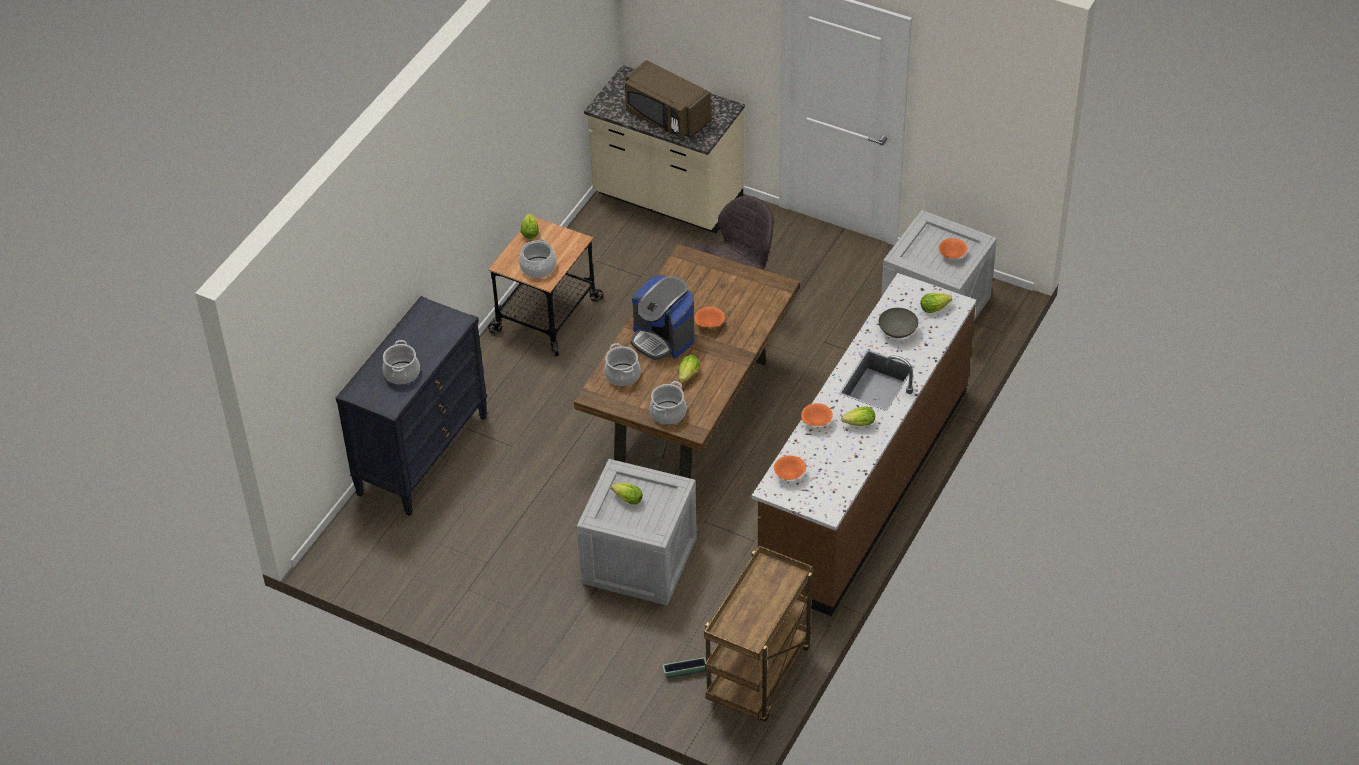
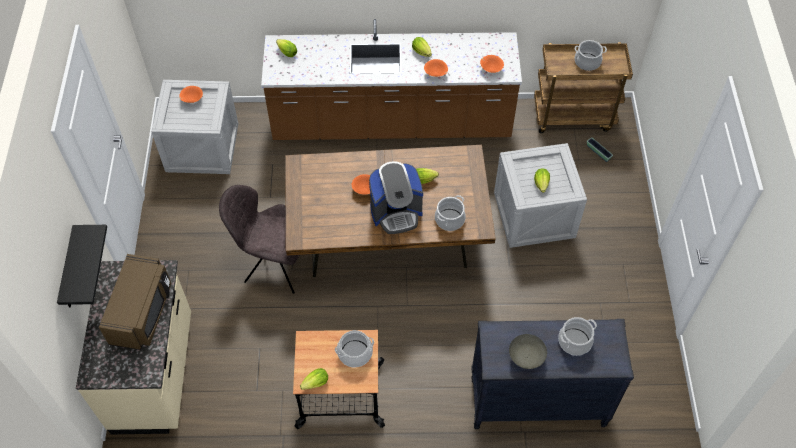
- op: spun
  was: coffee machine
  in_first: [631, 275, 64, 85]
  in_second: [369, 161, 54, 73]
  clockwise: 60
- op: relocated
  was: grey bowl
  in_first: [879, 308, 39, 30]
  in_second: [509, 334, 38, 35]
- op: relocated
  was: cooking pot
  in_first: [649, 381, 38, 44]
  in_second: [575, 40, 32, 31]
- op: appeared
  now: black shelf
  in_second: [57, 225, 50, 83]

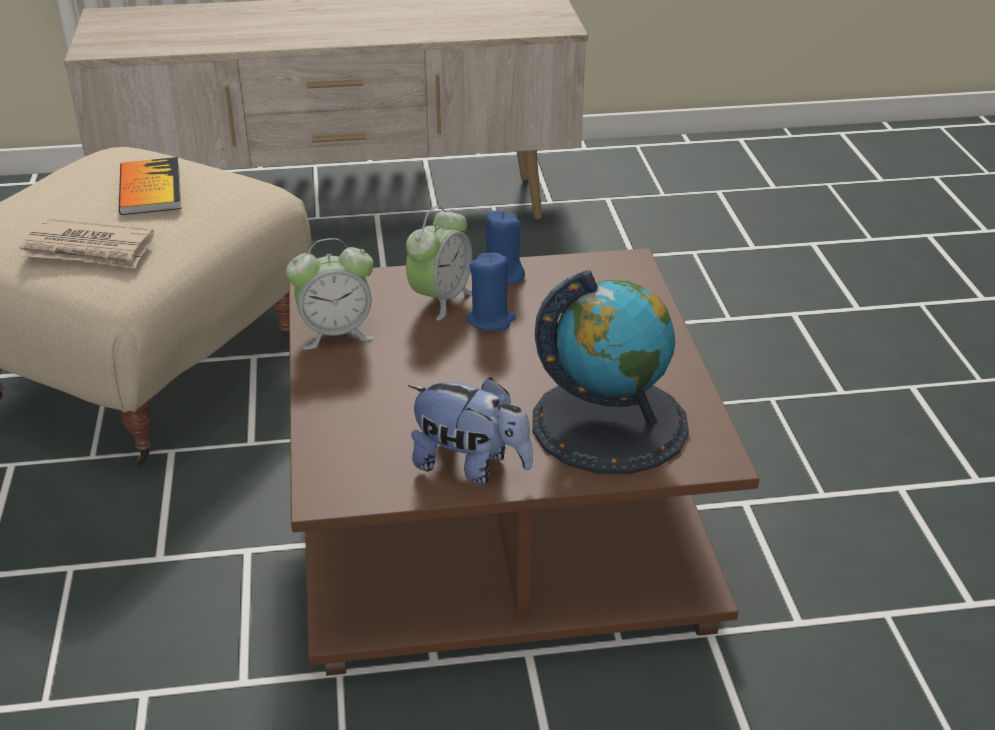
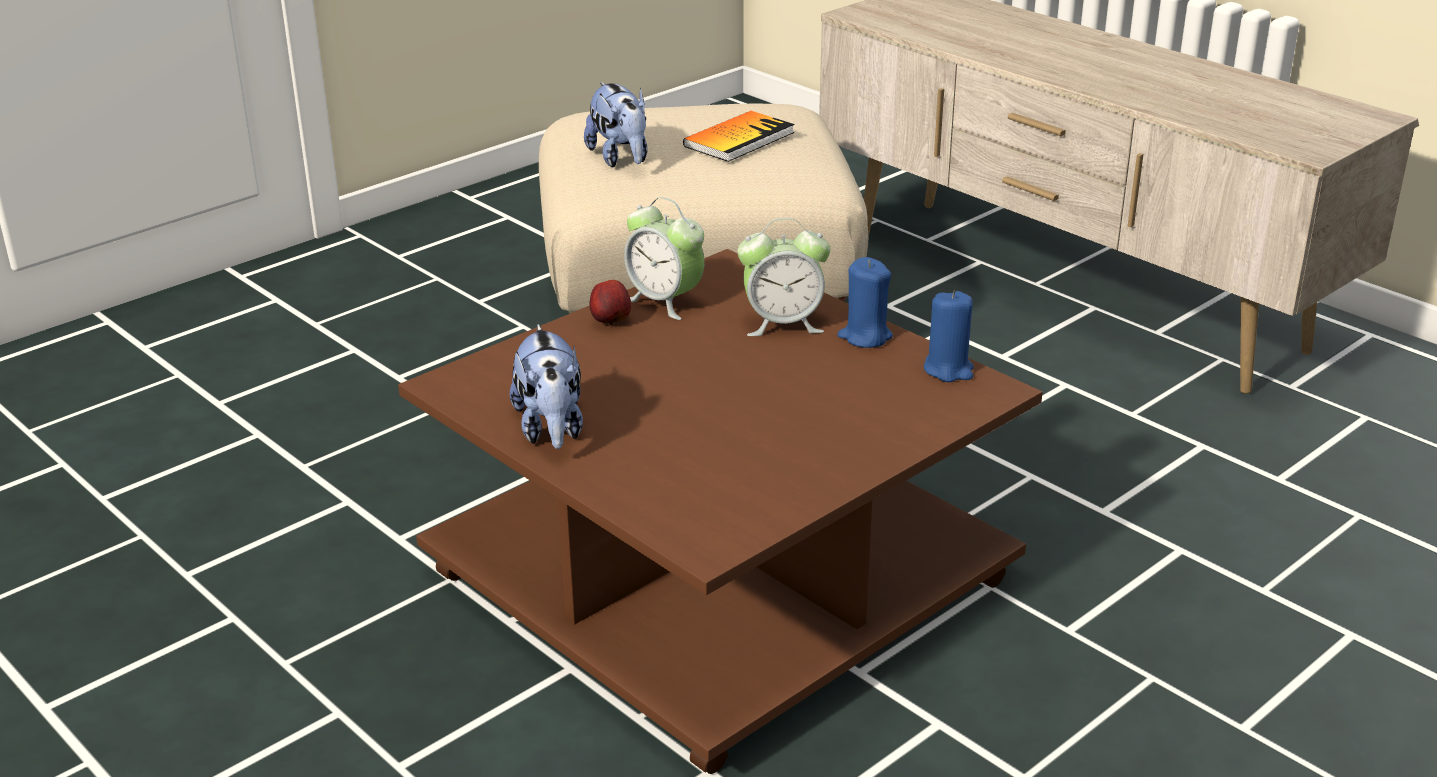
- op: exchanged
  was: newspaper
  now: plush toy
  in_first: [19, 219, 135, 50]
  in_second: [584, 82, 63, 85]
- op: relocated
  was: blue candle
  in_first: [466, 253, 50, 78]
  in_second: [924, 290, 50, 92]
- op: missing
  was: globe
  in_first: [533, 270, 156, 204]
- op: appeared
  now: apple
  in_second: [590, 280, 41, 46]

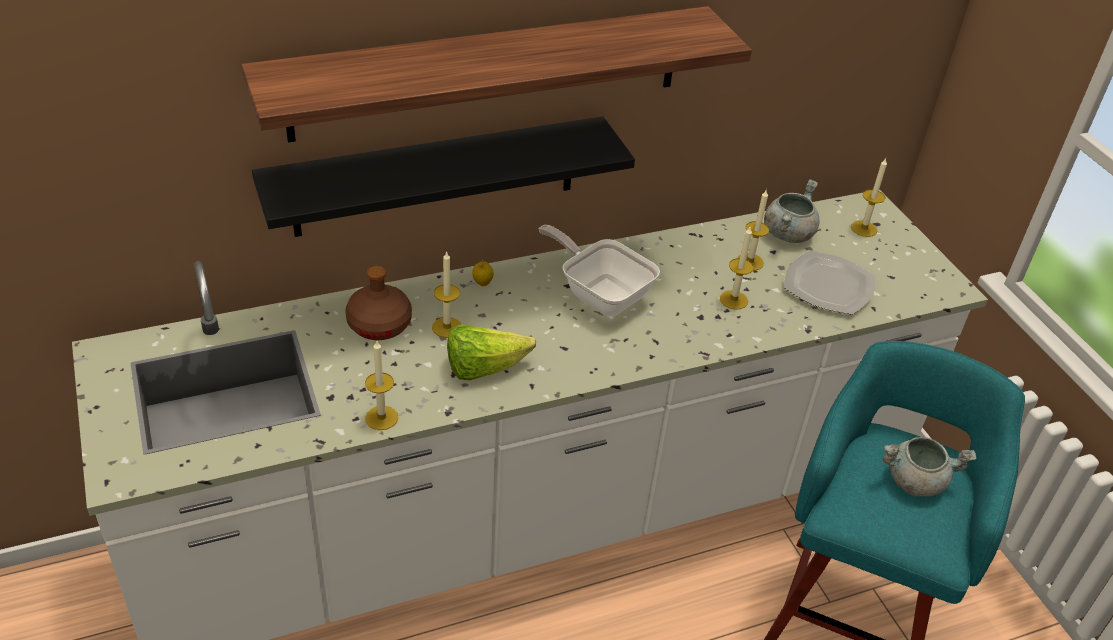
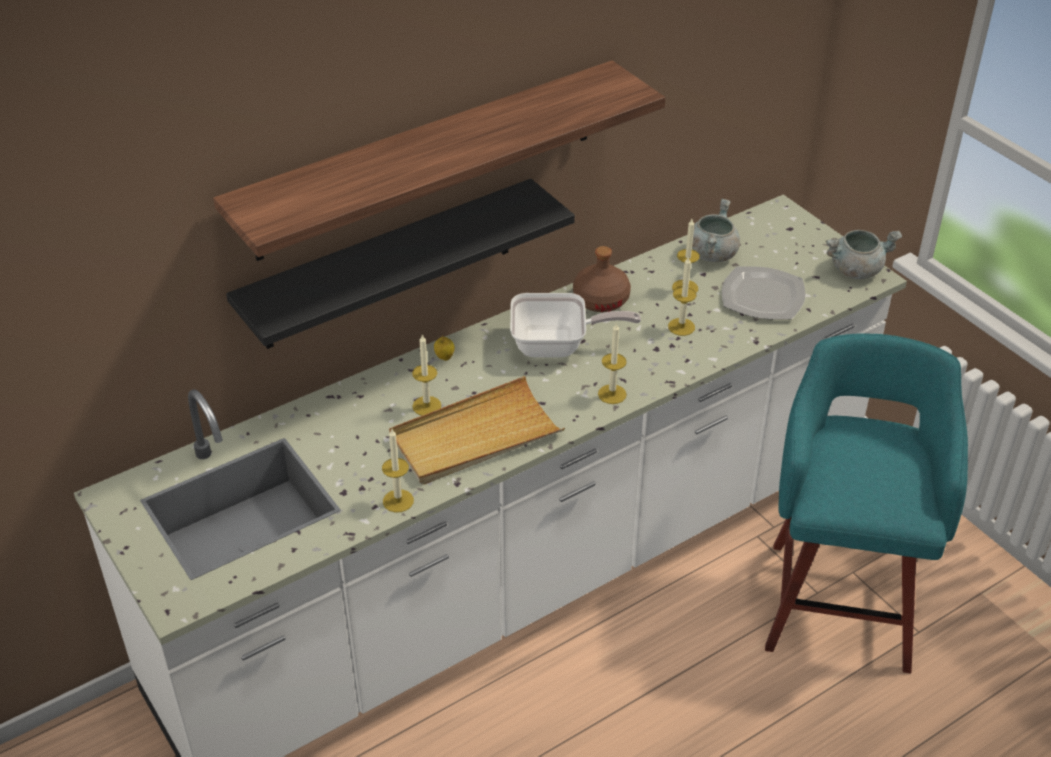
- op: relocated
  was: candle
  in_first: [851, 158, 36, 79]
  in_second: [598, 322, 29, 82]
- op: spun
  was: frying pan
  in_first: [539, 225, 121, 91]
  in_second: [510, 293, 131, 64]
  clockwise: 150
- op: relocated
  was: brown bottle
  in_first: [345, 266, 67, 74]
  in_second: [573, 246, 58, 66]
- op: exchanged
  was: lettuce
  now: beige tray
  in_first: [447, 324, 89, 56]
  in_second: [389, 376, 176, 109]
- op: relocated
  was: grey cooking pot
  in_first: [882, 437, 94, 60]
  in_second: [826, 230, 76, 49]

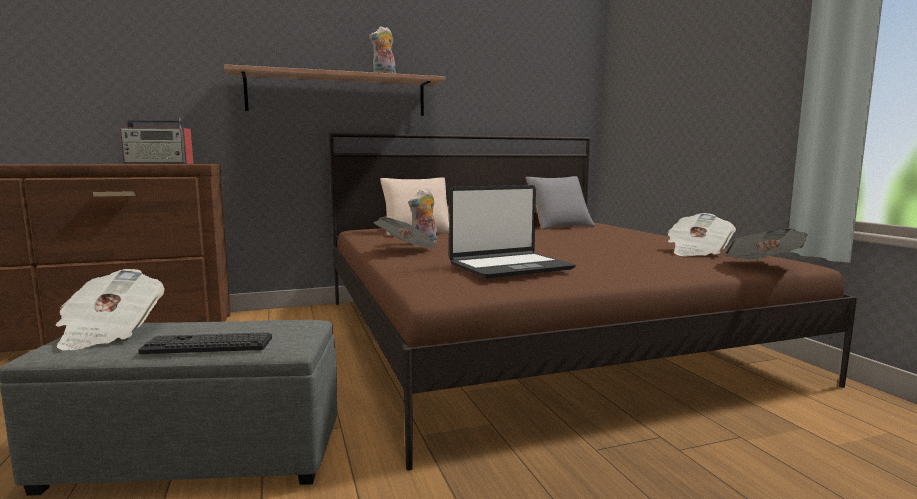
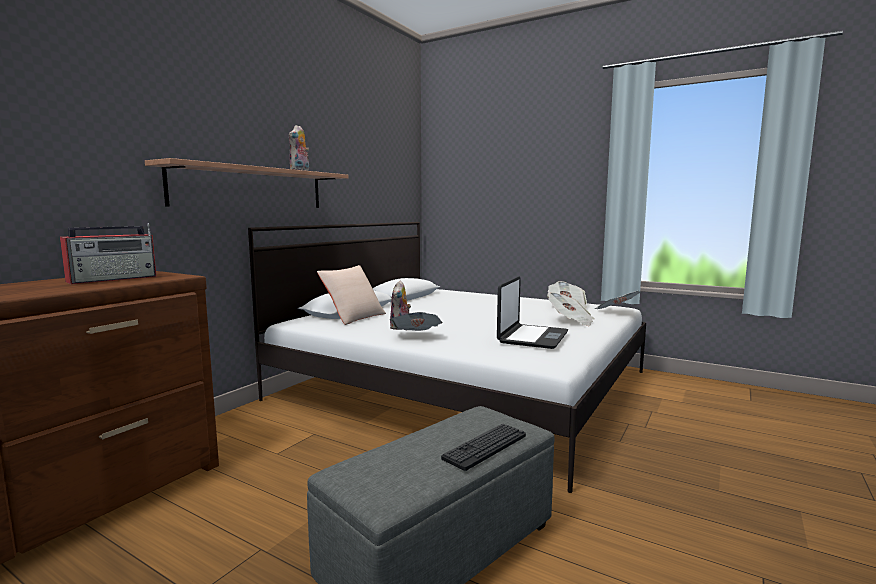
- op: colour
  was: brown bed
  now: white bed
  in_first: [329, 133, 528, 338]
  in_second: [248, 222, 398, 271]
- op: missing
  was: grey pillow
  in_first: [526, 176, 69, 54]
- op: relocated
  was: newspaper
  in_first: [56, 269, 108, 81]
  in_second: [548, 292, 47, 34]

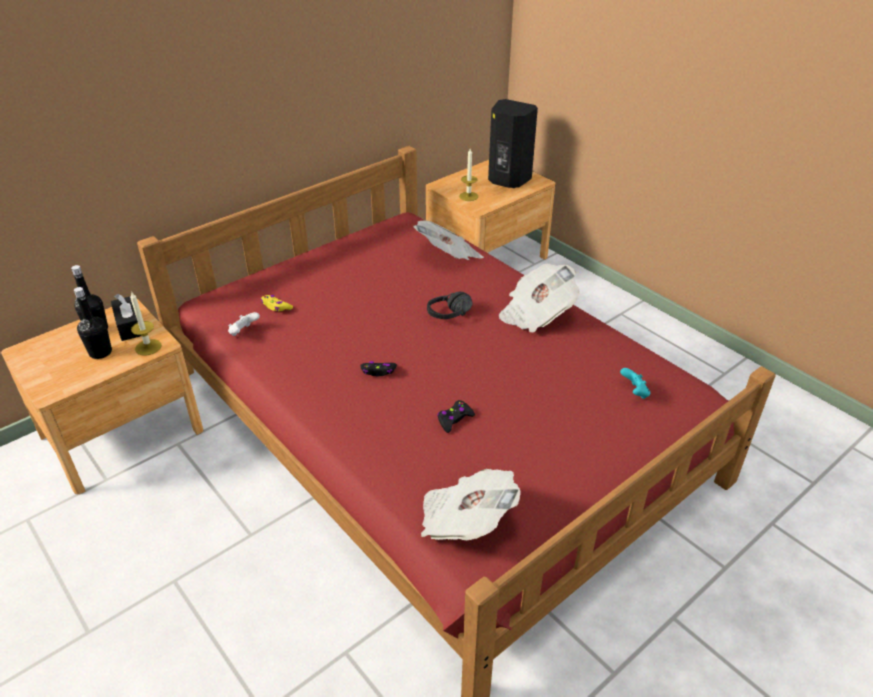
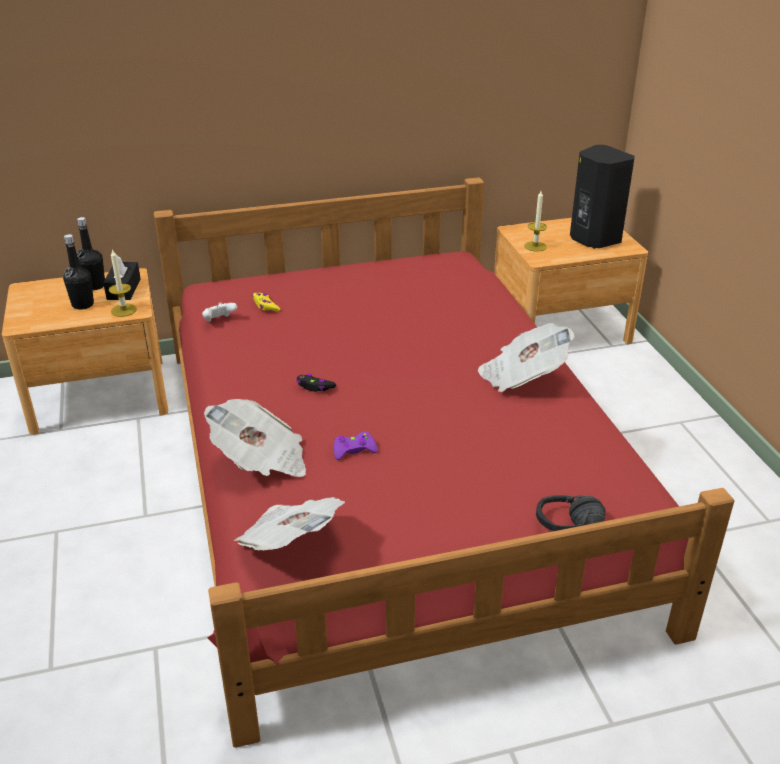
- op: relocated
  was: newspaper
  in_first: [413, 220, 71, 40]
  in_second: [204, 399, 102, 78]
- op: relocated
  was: black headphones
  in_first: [427, 292, 46, 27]
  in_second: [536, 495, 69, 36]
- op: missing
  was: turquoise game controller
  in_first: [620, 368, 30, 31]
- op: colour
  was: black game controller
  now: purple game controller
  in_first: [437, 400, 38, 33]
  in_second: [334, 432, 44, 28]

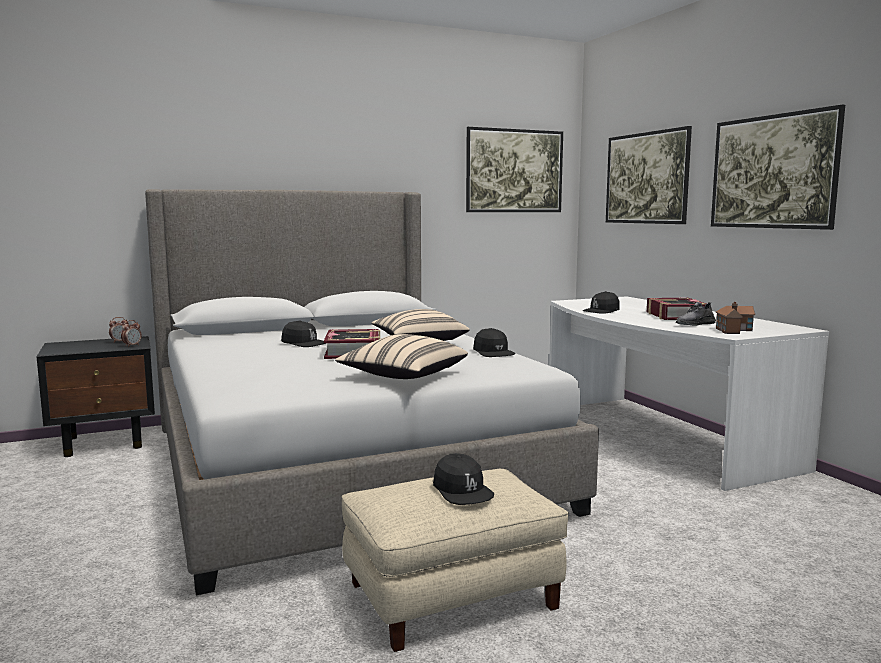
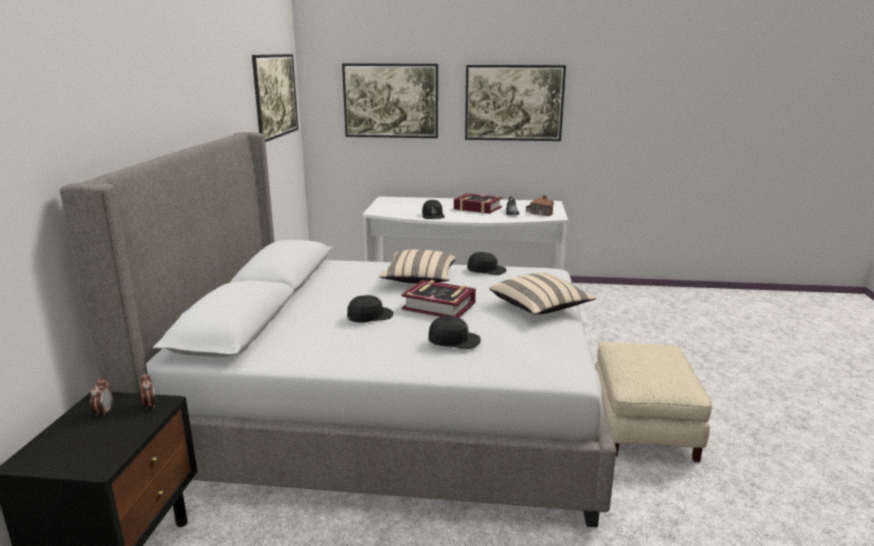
- op: relocated
  was: black cap
  in_first: [433, 453, 61, 52]
  in_second: [428, 316, 53, 33]

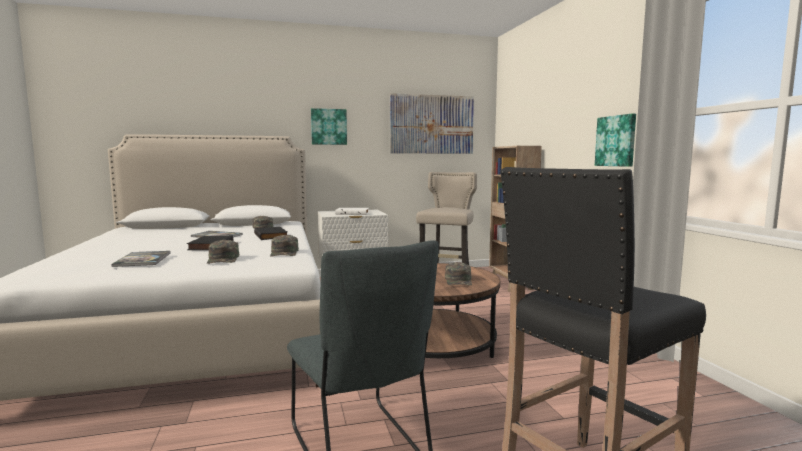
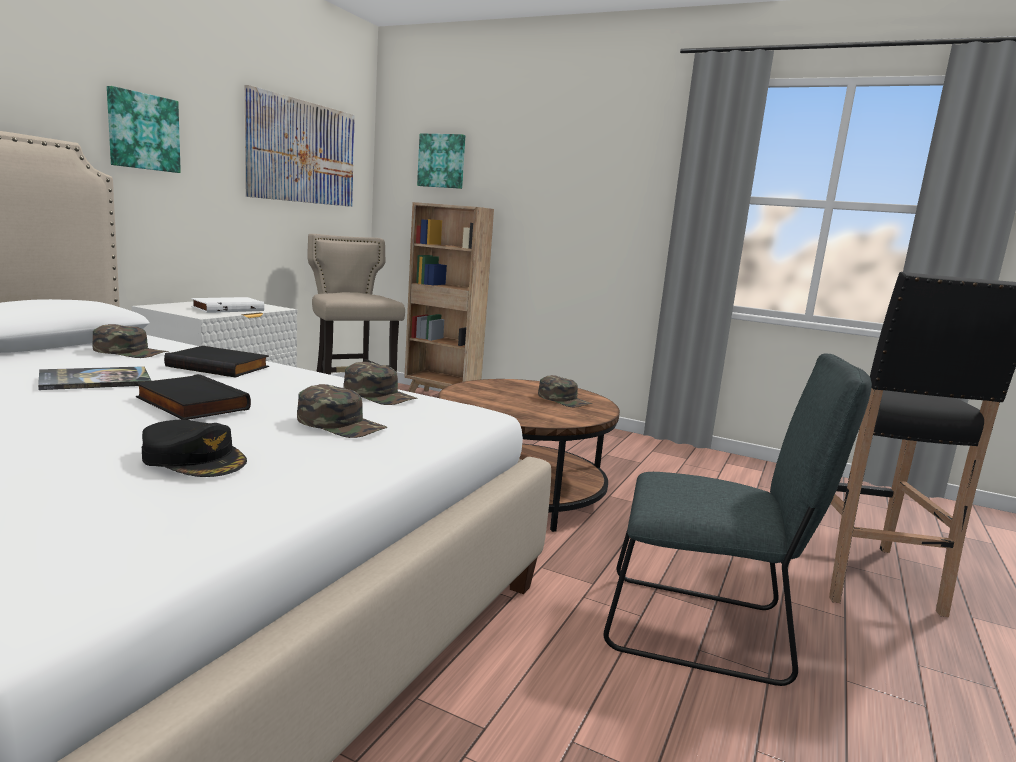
- op: relocated
  was: picture
  in_first: [595, 114, 41, 53]
  in_second: [417, 133, 48, 56]
- op: exchanged
  was: book
  now: black cap
  in_first: [111, 251, 60, 16]
  in_second: [142, 420, 105, 57]

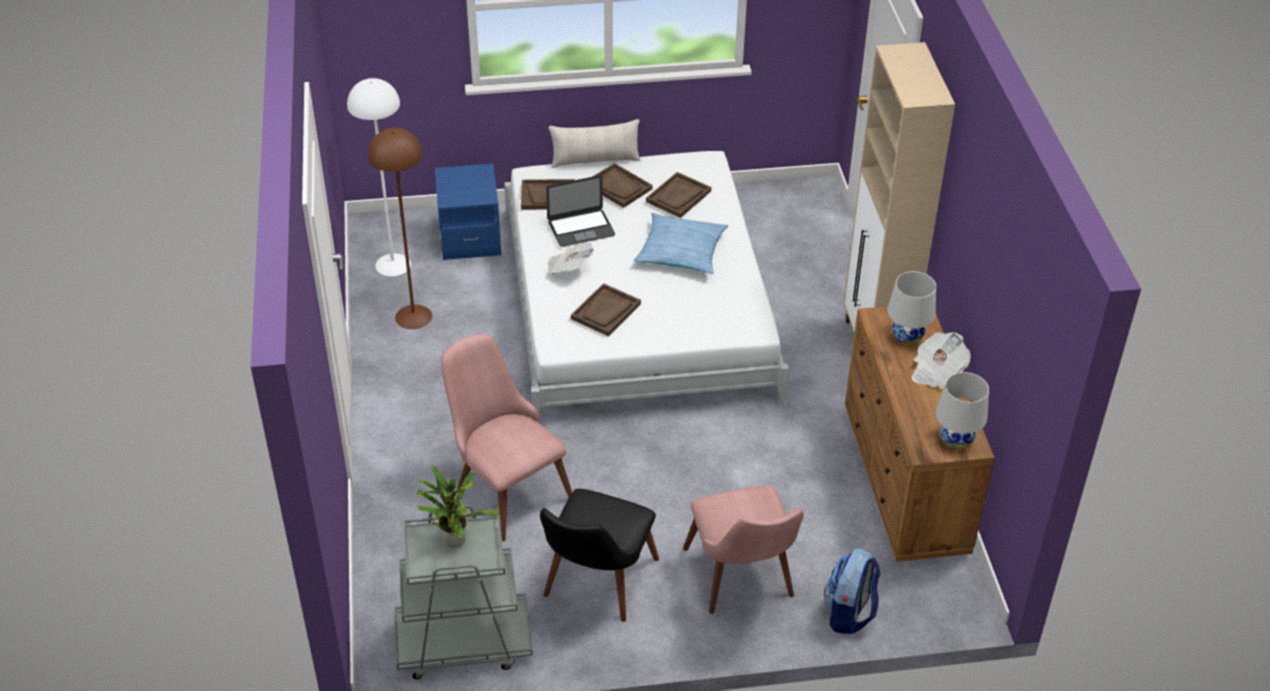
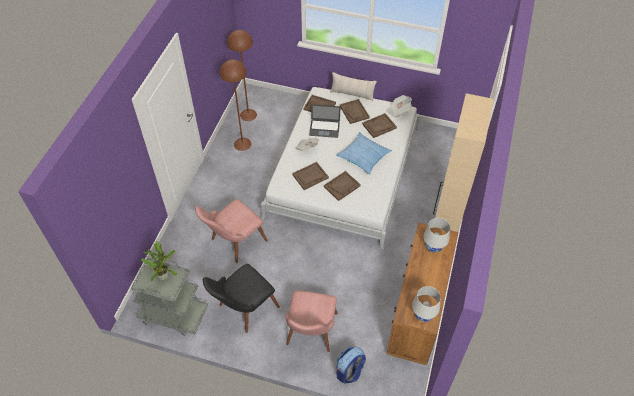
- op: colour
  was: white floor lamp
  now: brown floor lamp
  in_first: [347, 78, 64, 198]
  in_second: [227, 30, 30, 91]
- op: missing
  was: blue nightstand
  in_first: [435, 164, 66, 96]
- op: relocated
  was: newspaper
  in_first: [911, 332, 60, 57]
  in_second: [386, 95, 26, 23]
- op: spun
  was: pink chair
  in_first: [441, 334, 131, 207]
  in_second: [195, 199, 73, 64]
  clockwise: -120
- op: appeared
  now: brown tray
  in_second: [324, 171, 37, 30]

